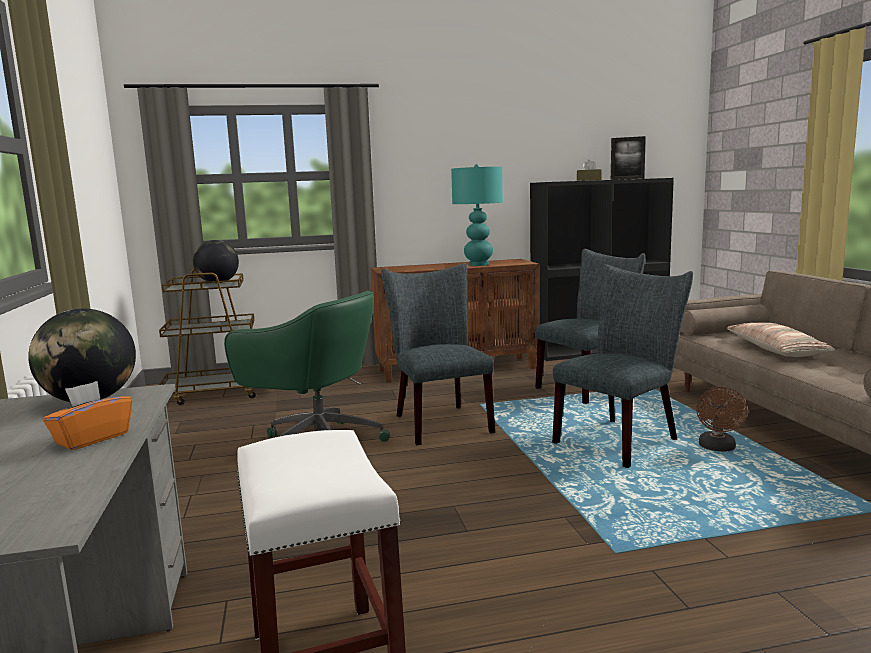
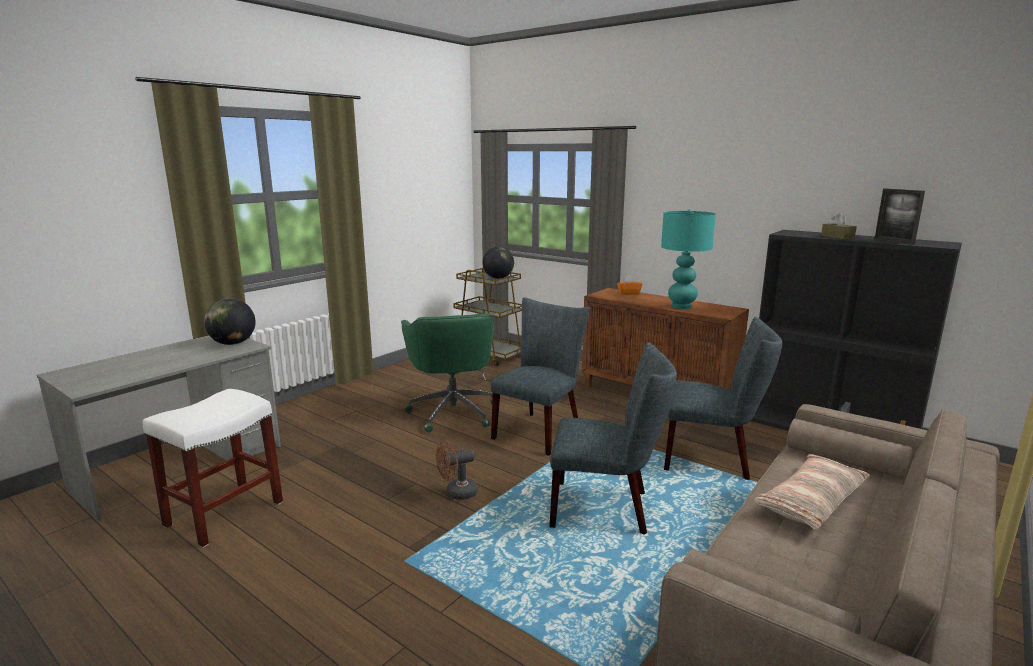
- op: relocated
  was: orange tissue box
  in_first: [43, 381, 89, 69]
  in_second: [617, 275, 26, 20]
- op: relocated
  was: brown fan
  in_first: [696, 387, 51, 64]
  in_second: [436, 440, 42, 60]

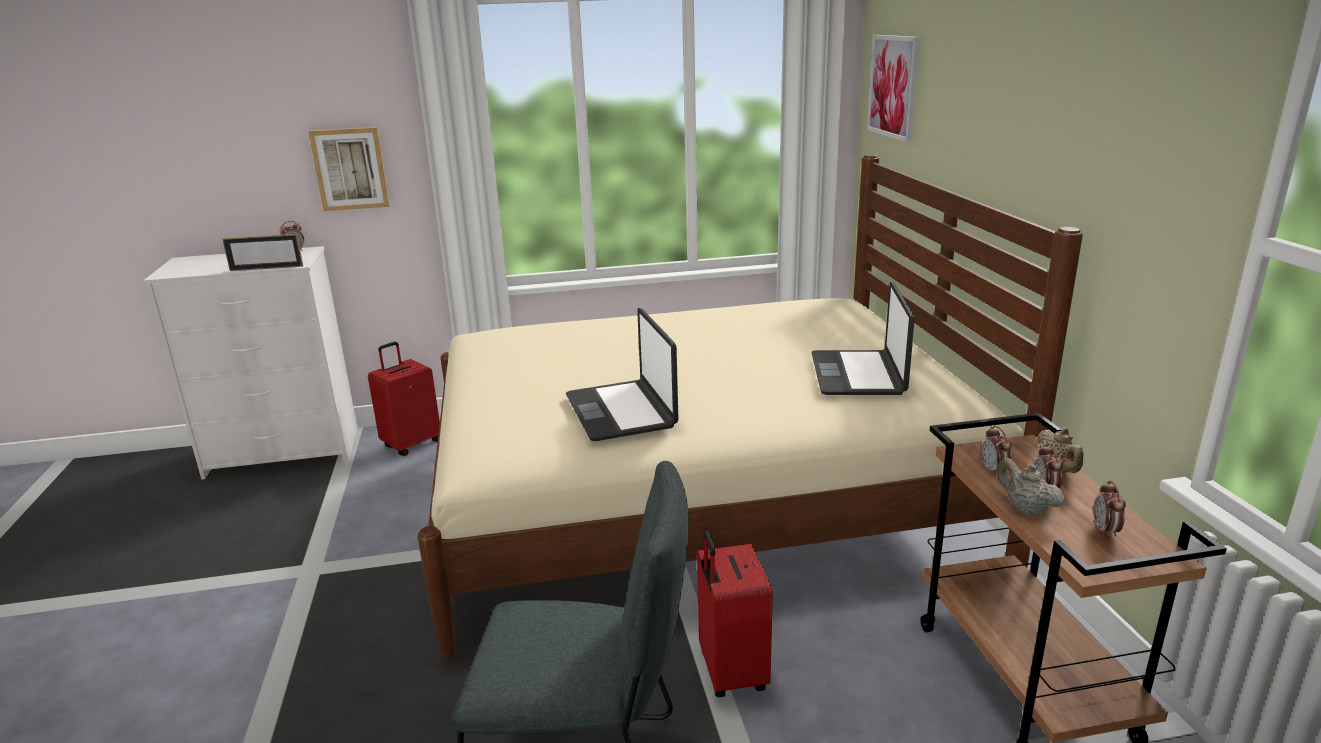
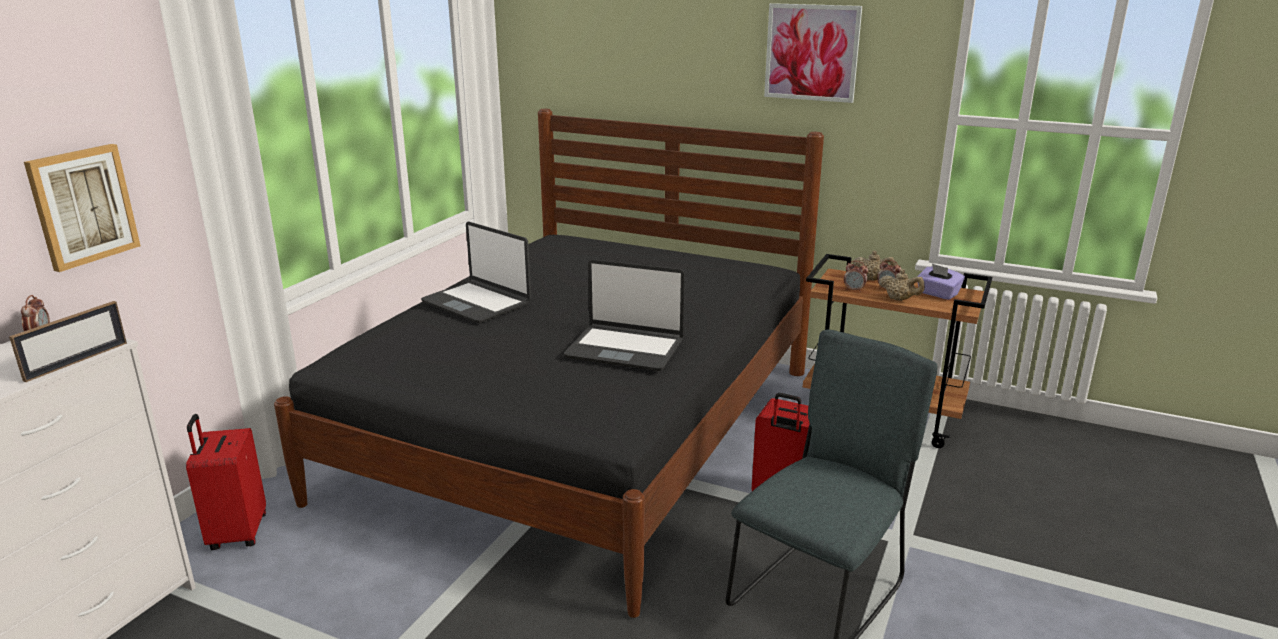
- op: relocated
  was: picture
  in_first: [867, 35, 53, 107]
  in_second: [764, 3, 98, 100]
- op: colour
  was: beige bed
  now: black bed
  in_first: [417, 154, 666, 506]
  in_second: [274, 109, 550, 509]
- op: relocated
  was: laptop
  in_first: [811, 282, 104, 113]
  in_second: [421, 221, 110, 102]
- op: spun
  was: beige teapot
  in_first: [997, 458, 68, 57]
  in_second: [879, 269, 46, 32]
  clockwise: -150
- op: exchanged
  was: alarm clock
  now: purple tissue box
  in_first: [1094, 481, 32, 56]
  in_second: [917, 264, 48, 36]

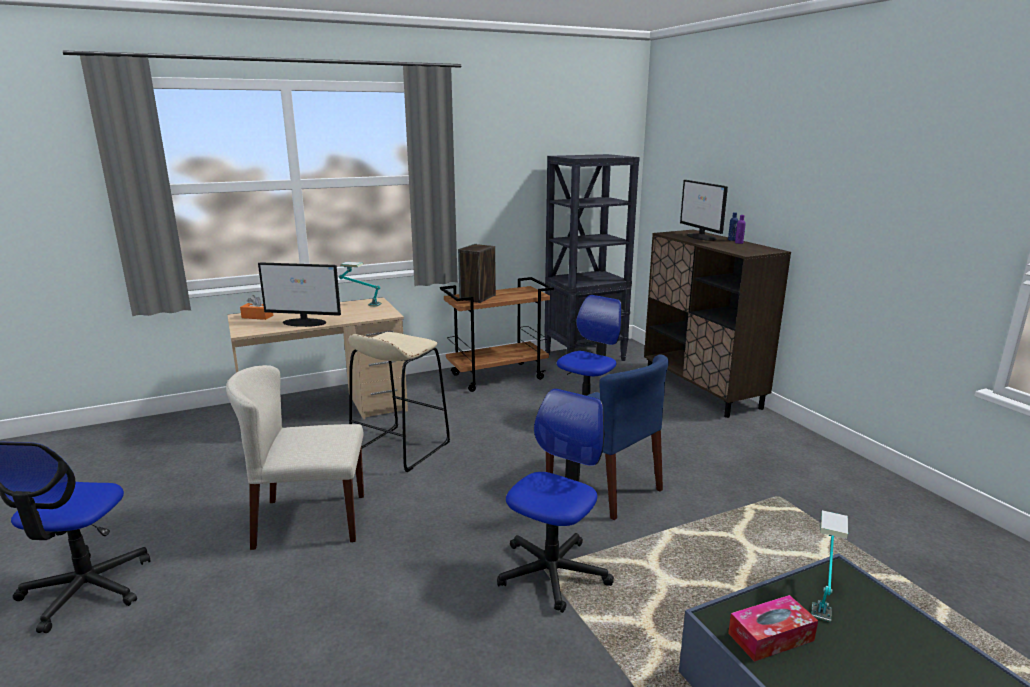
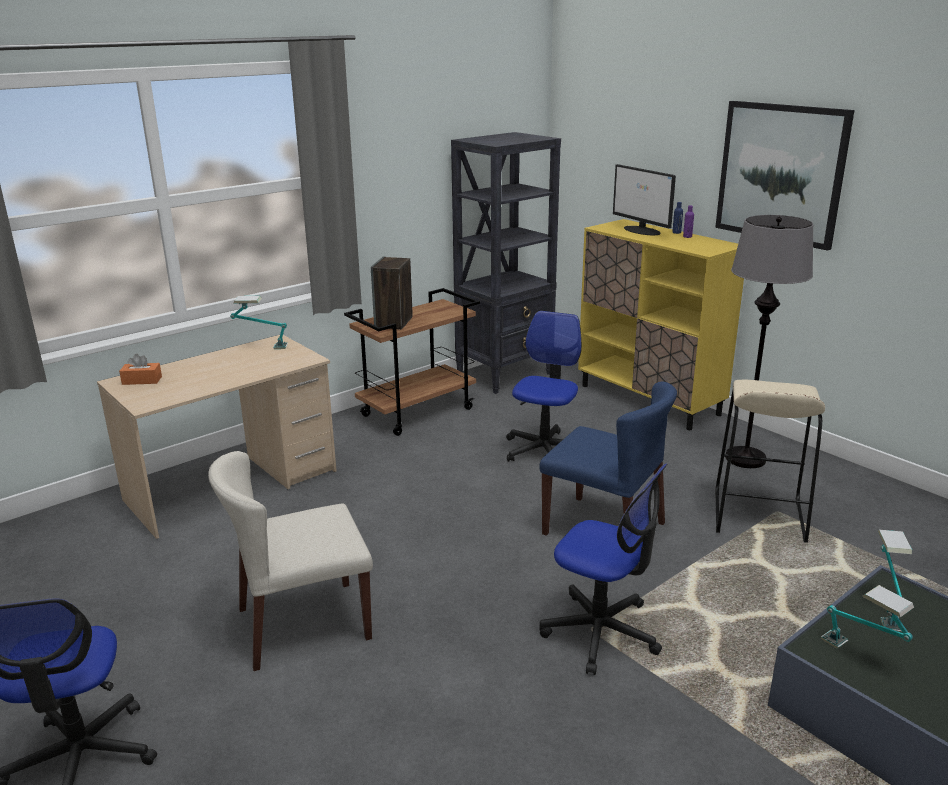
- op: colour
  was: brown cabinet
  now: yellow cabinet
  in_first: [644, 230, 147, 188]
  in_second: [578, 219, 166, 211]
- op: missing
  was: monitor
  in_first: [258, 262, 83, 65]
- op: relocated
  was: beige stool
  in_first: [349, 332, 101, 140]
  in_second: [715, 380, 110, 163]
- op: spun
  was: office chair
  in_first: [497, 388, 117, 225]
  in_second: [539, 464, 128, 211]
  clockwise: 105
- op: exchanged
  was: tissue box
  now: table lamp
  in_first: [728, 595, 90, 67]
  in_second: [821, 585, 93, 64]
- op: appeared
  now: picture
  in_second: [715, 101, 139, 150]
- op: appeared
  now: grey floor lamp
  in_second: [725, 215, 88, 253]

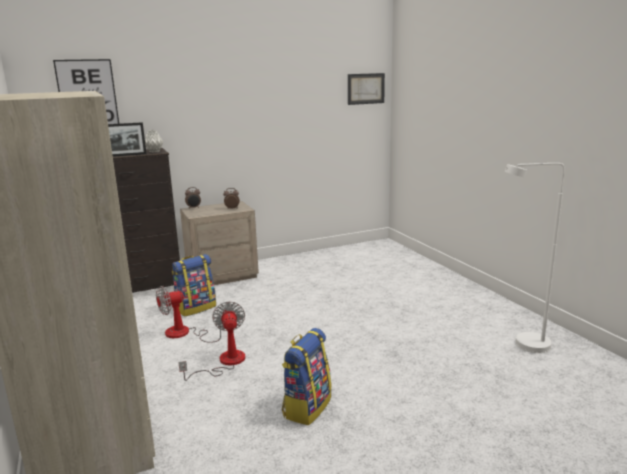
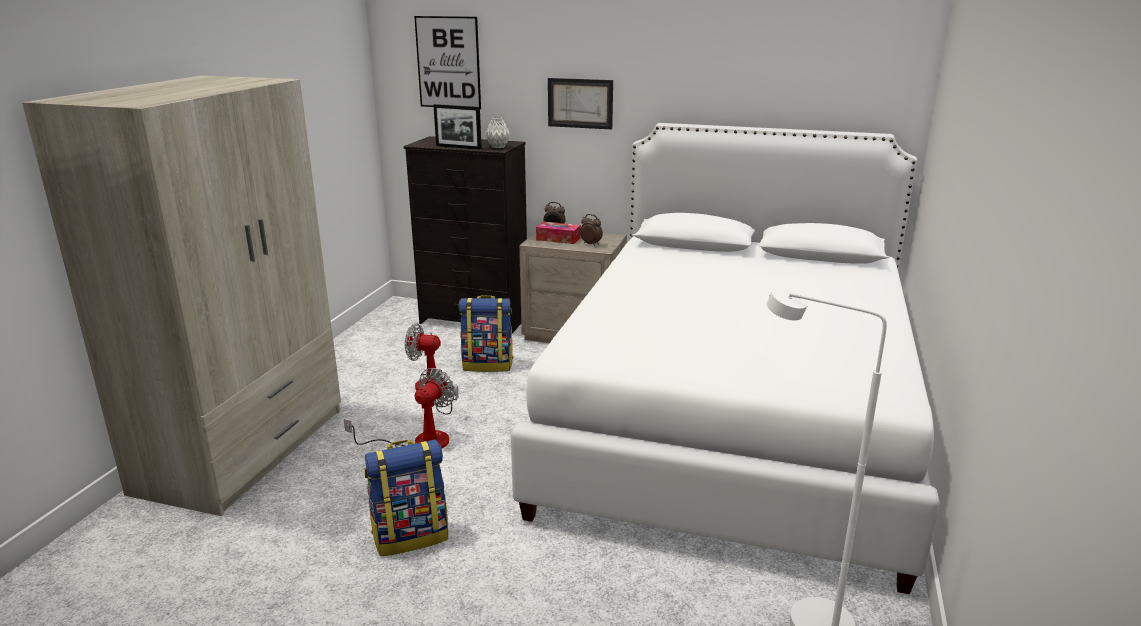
- op: relocated
  was: picture
  in_first: [348, 73, 37, 32]
  in_second: [548, 78, 65, 51]
- op: appeared
  now: white bed
  in_second: [511, 123, 429, 471]
- op: appeared
  now: tissue box
  in_second: [536, 222, 45, 22]

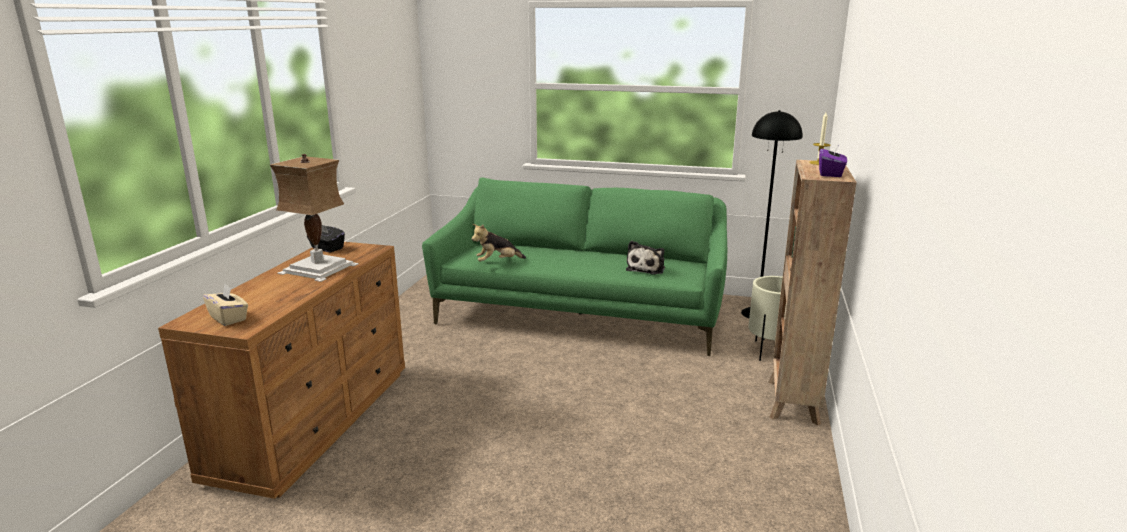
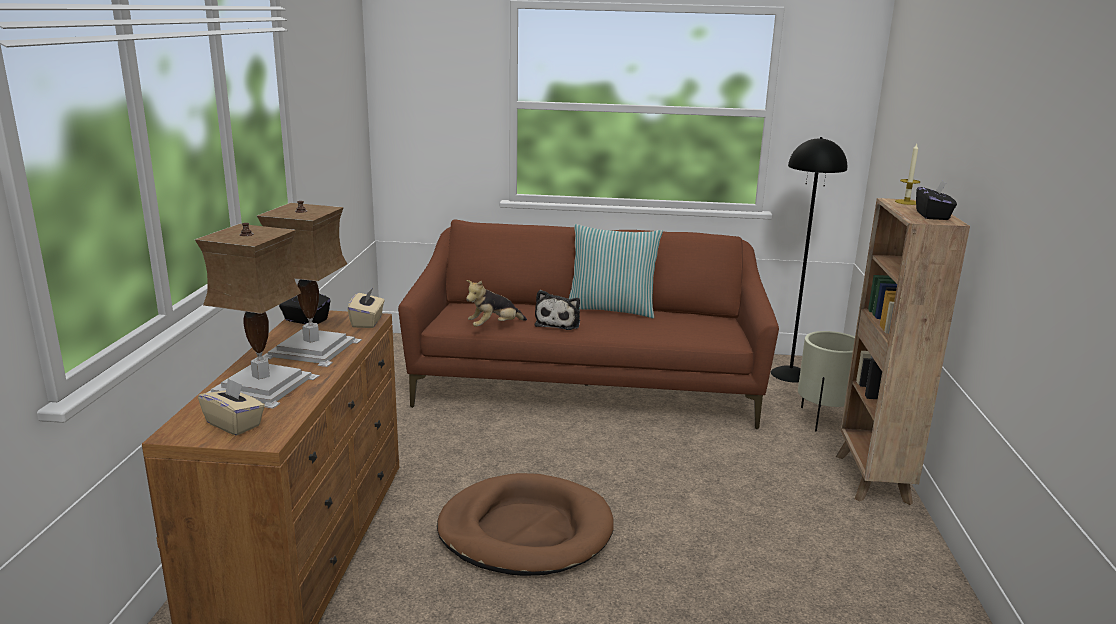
- op: colour
  was: purple tissue box
  now: black tissue box
  in_first: [819, 142, 28, 35]
  in_second: [916, 180, 41, 40]
- op: colour
  was: green sofa
  now: brown sofa
  in_first: [422, 177, 305, 179]
  in_second: [398, 219, 381, 210]
- op: relocated
  was: plush toy
  in_first: [626, 241, 39, 34]
  in_second: [535, 290, 45, 40]
- op: appeared
  now: table lamp
  in_second: [195, 223, 125, 186]
- op: appeared
  now: pillow
  in_second: [569, 224, 94, 94]
- op: appeared
  now: beige tissue box
  in_second: [348, 288, 37, 40]
- op: appeared
  now: brown dog bed
  in_second: [437, 473, 177, 103]

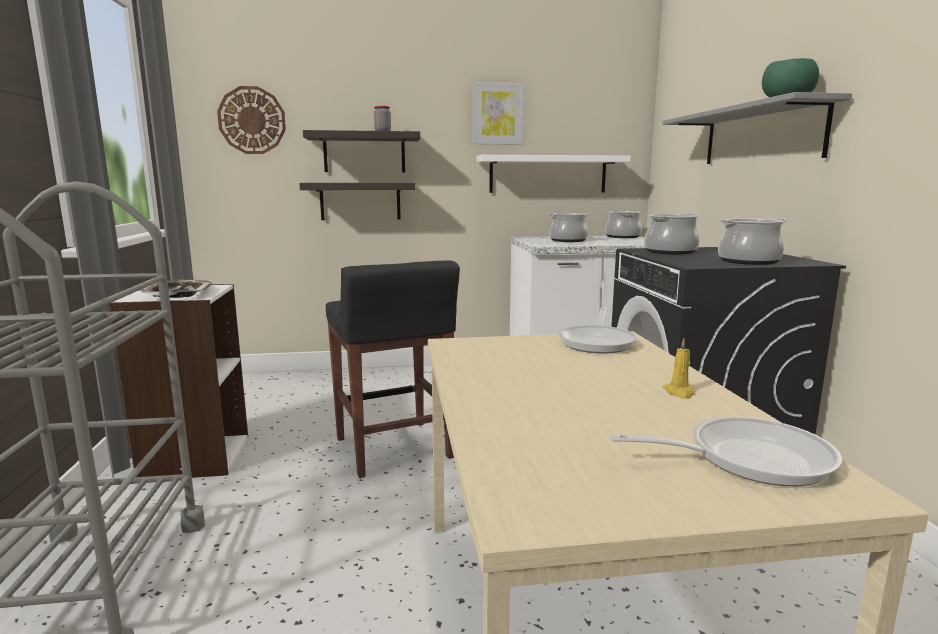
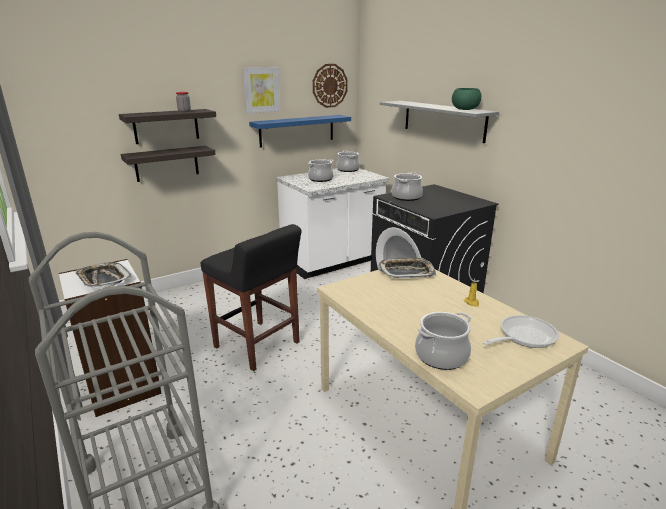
- op: relocated
  was: wall clock
  in_first: [217, 86, 69, 68]
  in_second: [313, 64, 35, 44]
- op: colour
  was: white shelf
  now: blue shelf
  in_first: [476, 155, 155, 38]
  in_second: [249, 115, 102, 33]
- op: relocated
  was: cooking pot
  in_first: [718, 219, 70, 46]
  in_second: [415, 312, 57, 58]
- op: exchanged
  was: frying pan
  now: tray
  in_first: [558, 307, 79, 47]
  in_second: [378, 257, 58, 21]

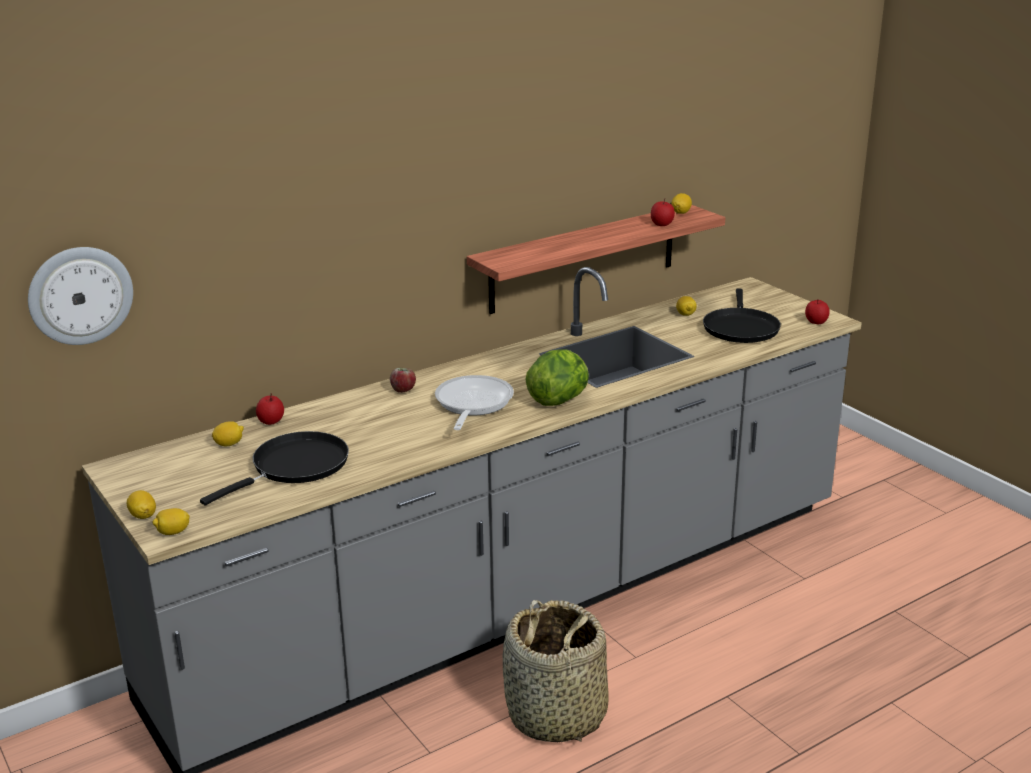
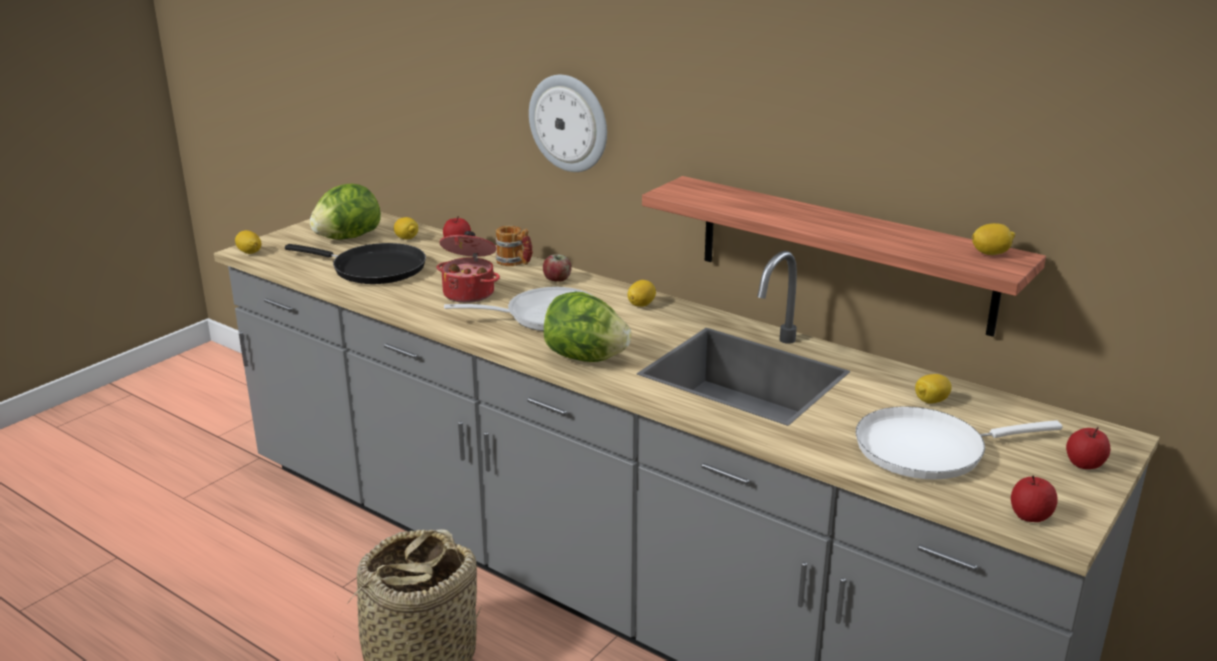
- op: relocated
  was: apple
  in_first: [651, 198, 24, 28]
  in_second: [1066, 427, 45, 42]
- op: relocated
  was: wall clock
  in_first: [28, 247, 105, 98]
  in_second: [529, 75, 78, 97]
- op: colour
  was: black frying pan
  now: white frying pan
  in_first: [703, 288, 78, 55]
  in_second: [856, 406, 207, 73]
- op: relocated
  was: lemon
  in_first: [127, 490, 29, 29]
  in_second: [628, 280, 28, 27]
- op: appeared
  now: lettuce
  in_second: [310, 184, 71, 55]
- op: appeared
  now: mug
  in_second: [495, 226, 38, 40]
- op: appeared
  now: cooking pot
  in_second: [437, 231, 63, 72]

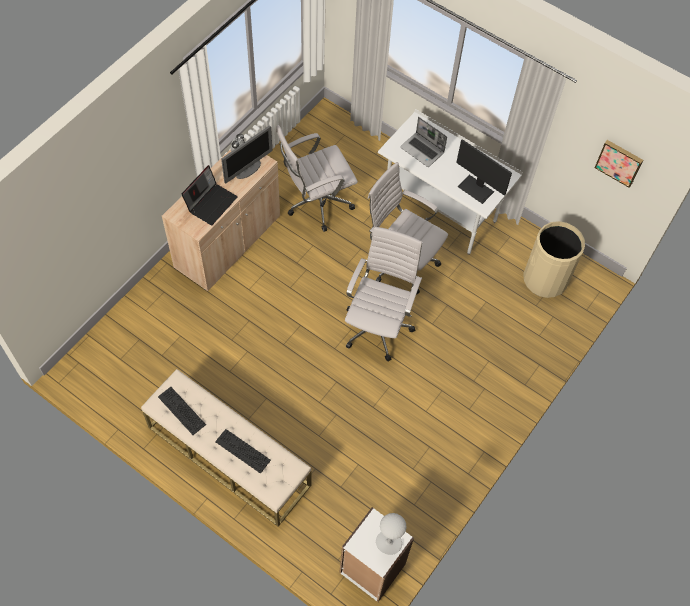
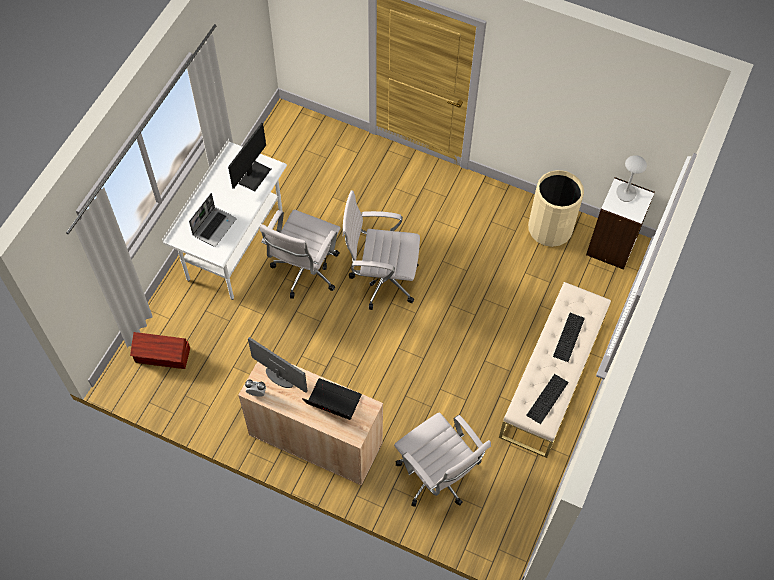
- op: relocated
  was: white office chair
  in_first: [276, 125, 82, 107]
  in_second: [394, 413, 97, 94]
- op: missing
  was: picture
  in_first: [595, 140, 48, 48]
- op: relocated
  was: beige trash can
  in_first: [523, 221, 62, 77]
  in_second: [528, 170, 56, 77]
- op: appeared
  now: brown storage box
  in_second: [130, 332, 60, 37]

